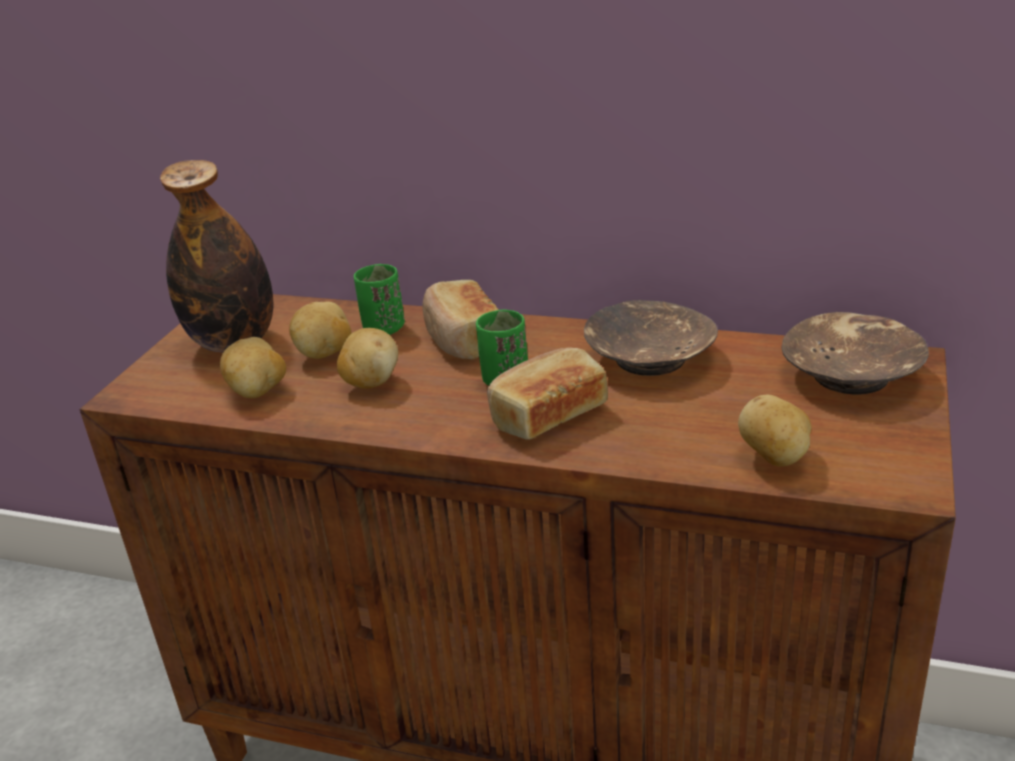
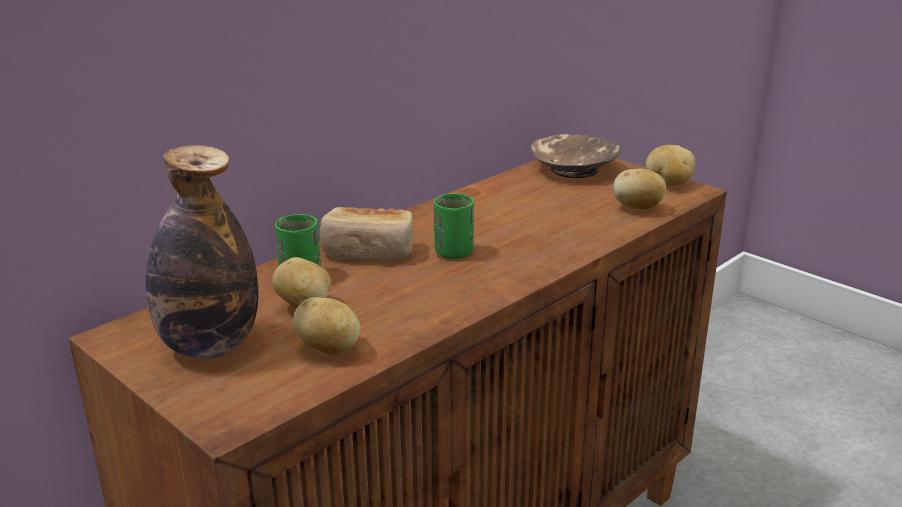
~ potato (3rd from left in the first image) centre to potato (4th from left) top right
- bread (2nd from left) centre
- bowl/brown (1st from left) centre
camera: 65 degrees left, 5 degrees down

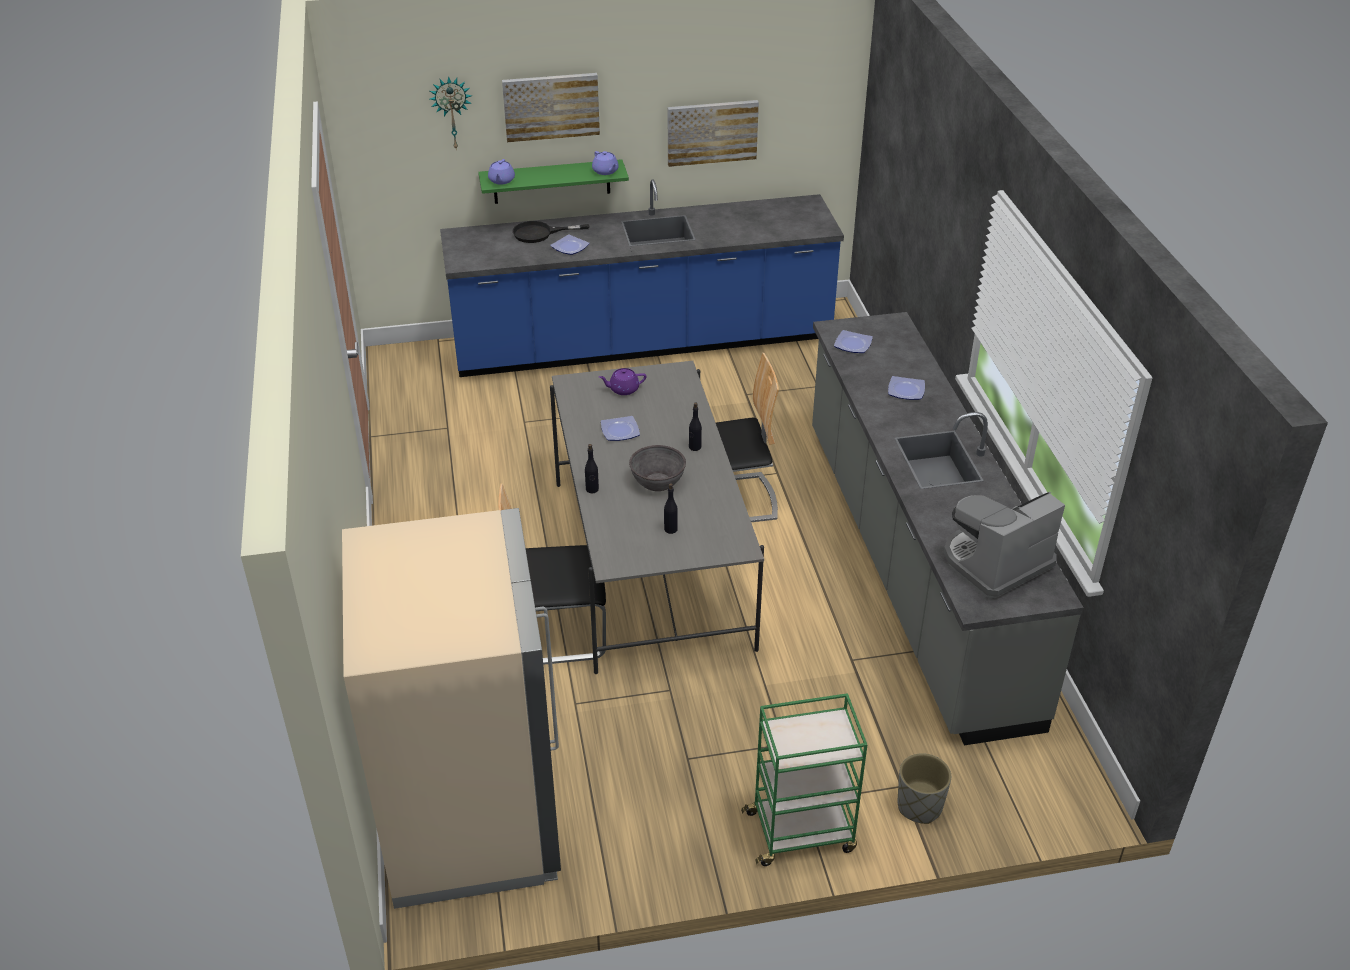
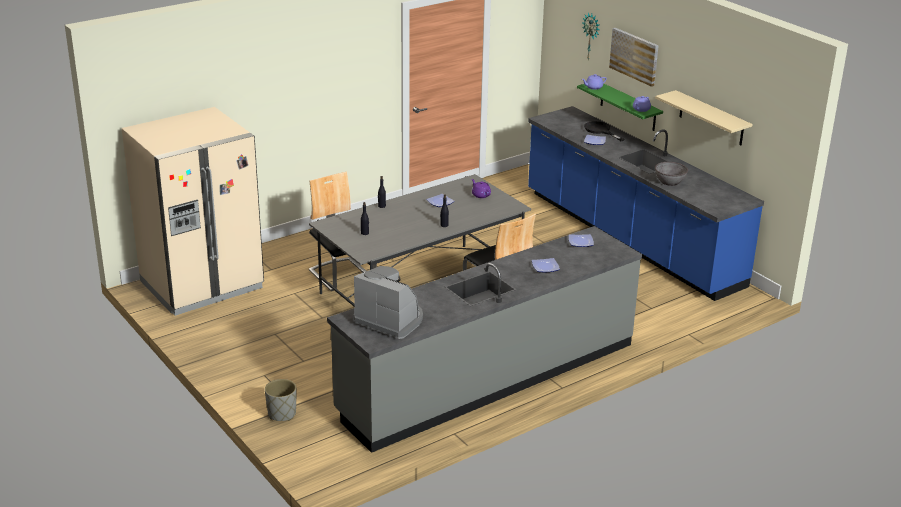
~ picture (2nd from left) top centre to shelf/beige top right
~ bowl/grey centre to middle right
- cart/green bottom centre
camera: 65 degrees right, 10 degrees down

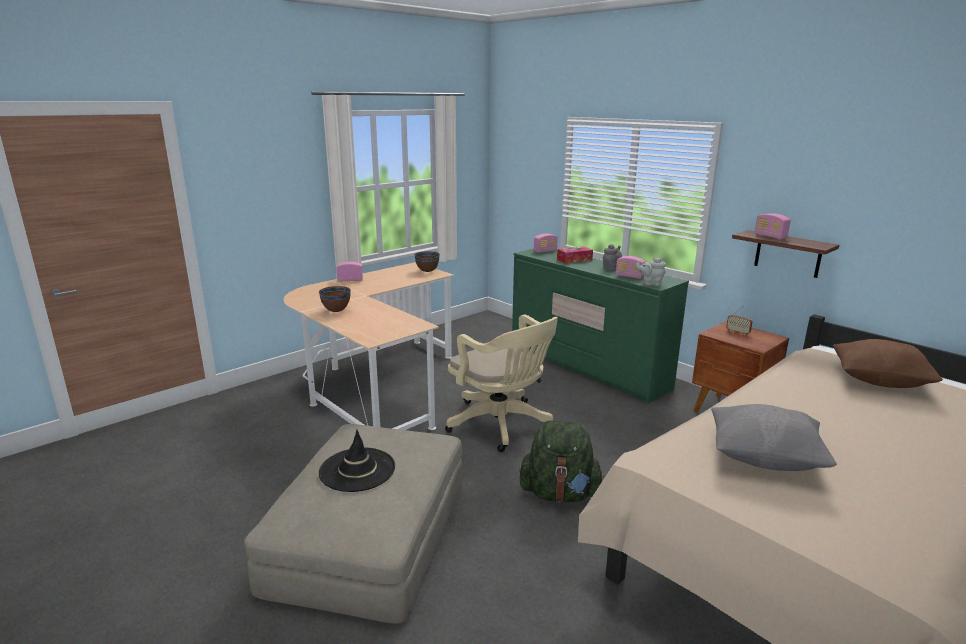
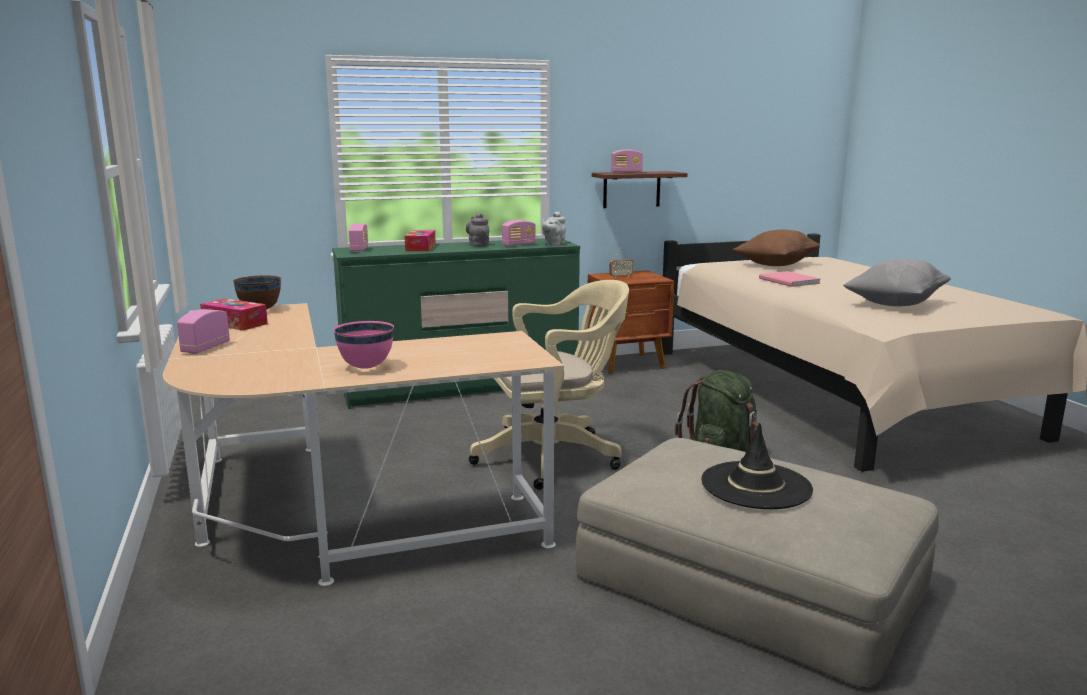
+ tissue box (1st from left) middle left
~ bowl/brown (1st from left) centre to bowl/pink centre
+ book/pink middle right
camera: 65 degrees left, 5 degrees down

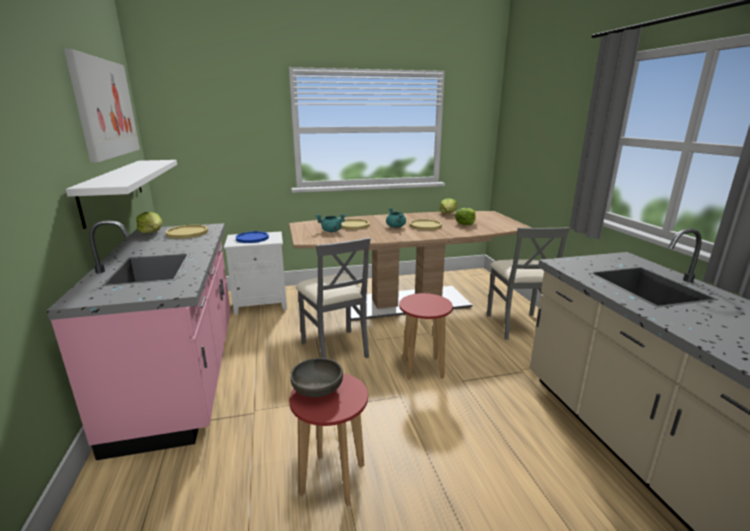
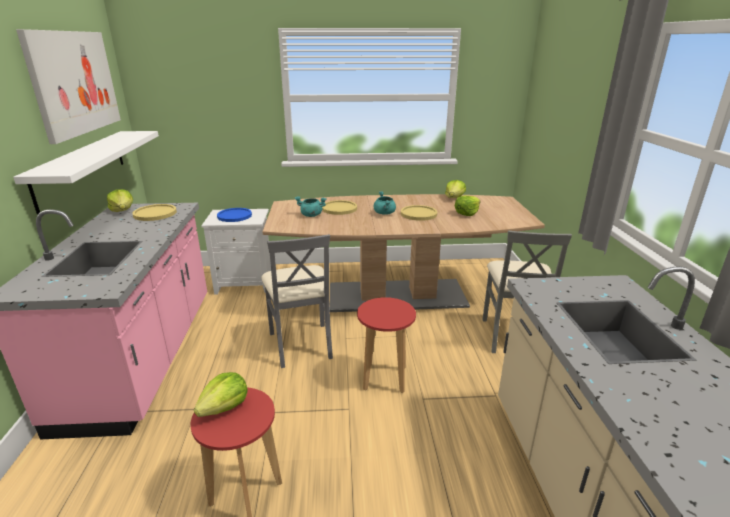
~ bowl/grey bottom centre to lettuce (2nd from left) bottom left
camera: 10 degrees right, 5 degrees up

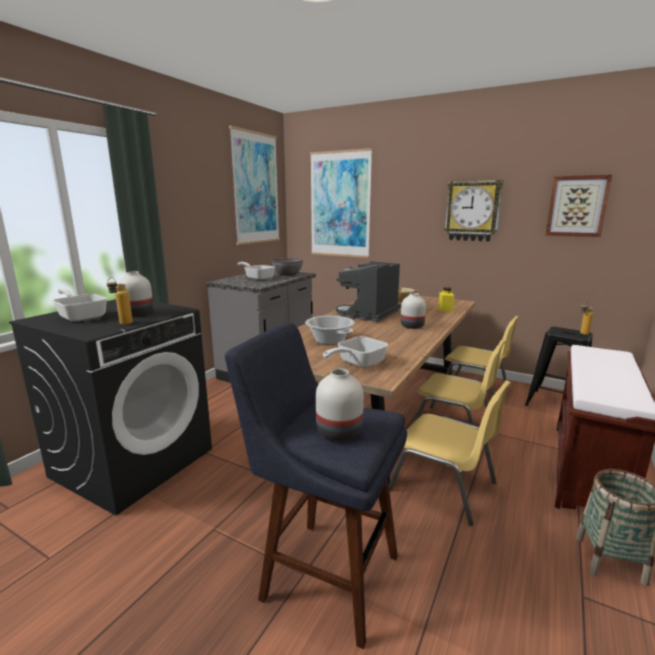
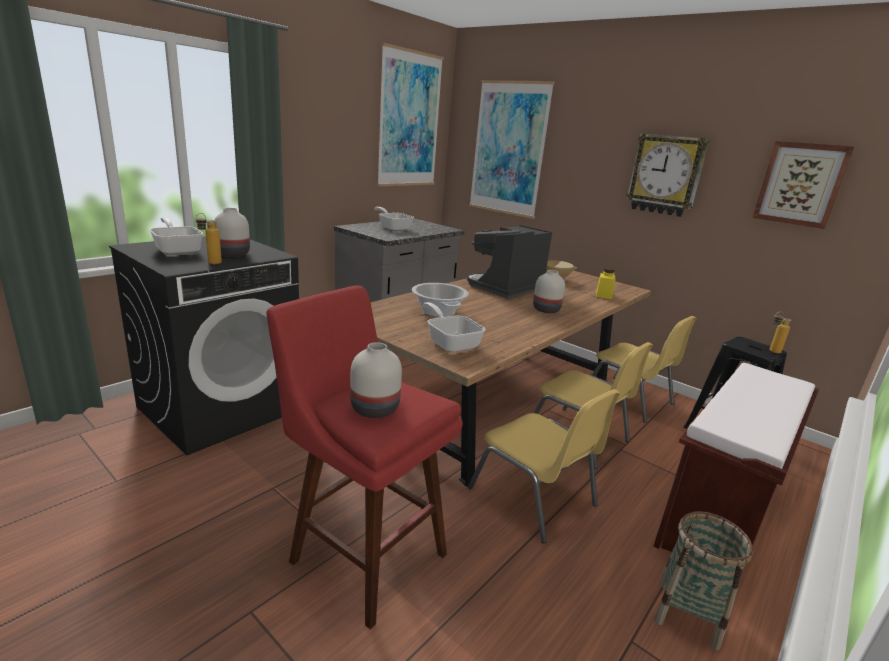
~ stool/blue bottom centre to stool/red bottom centre
~ frying pan (3rd from left) centre = centre 90 degrees clockwise
- bowl/grey centre
camera: 10 degrees right, 5 degrees up

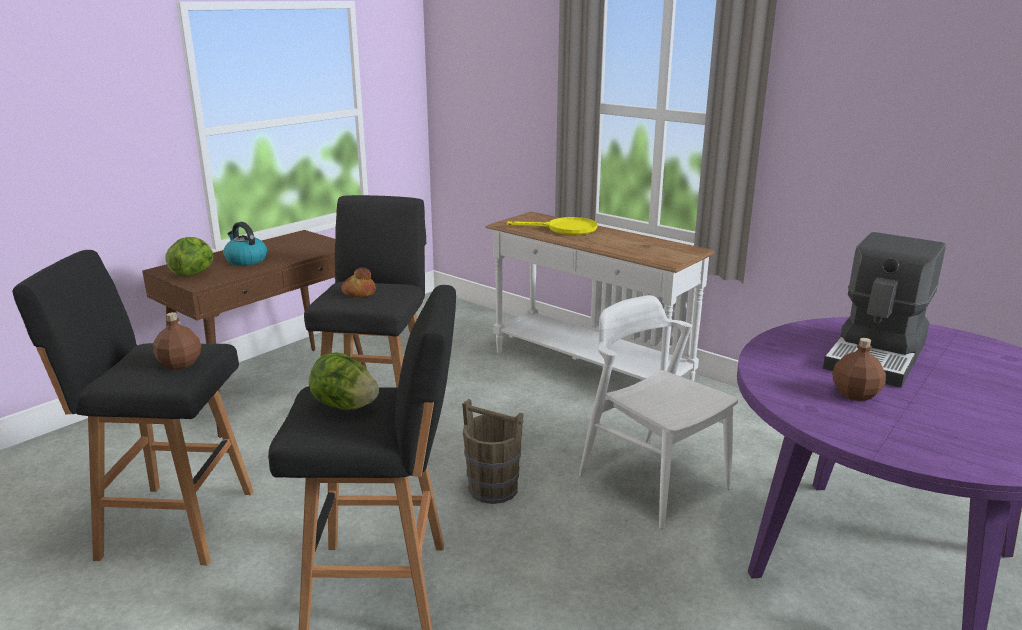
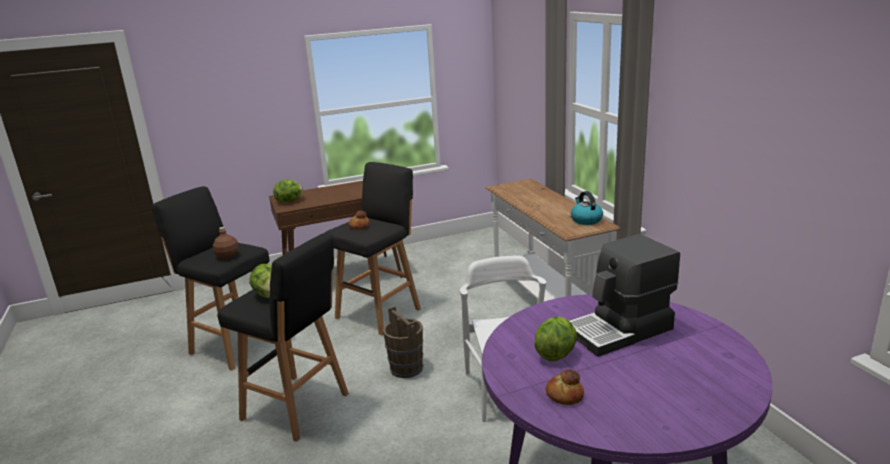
~ bottle/brown (2nd from left) middle right to lettuce (3rd from left) bottom centre
+ bread (2nd from left) bottom centre
~ kettle middle left to centre
- frying pan/yellow centre
camera: 30 degrees right, 0 degrees up

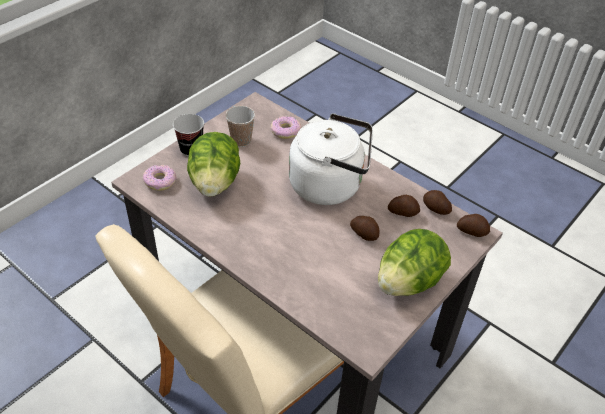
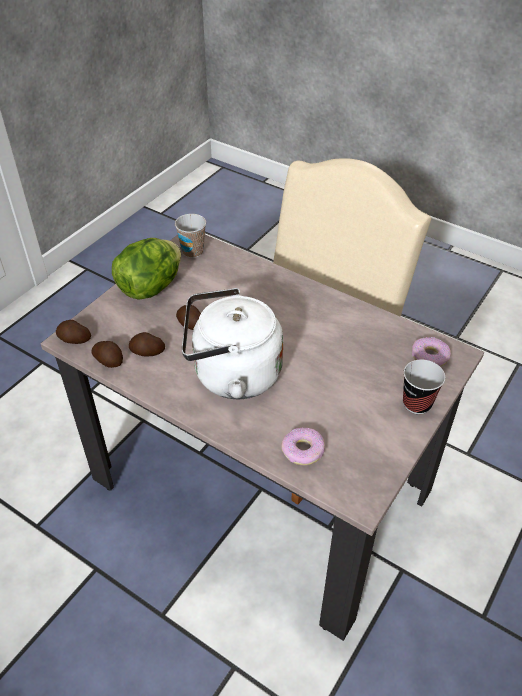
~ cup (2nd from left in the first image) top centre to cup (1st from left) centre
- lettuce (1st from left) centre
camera: 175 degrees right, 0 degrees up

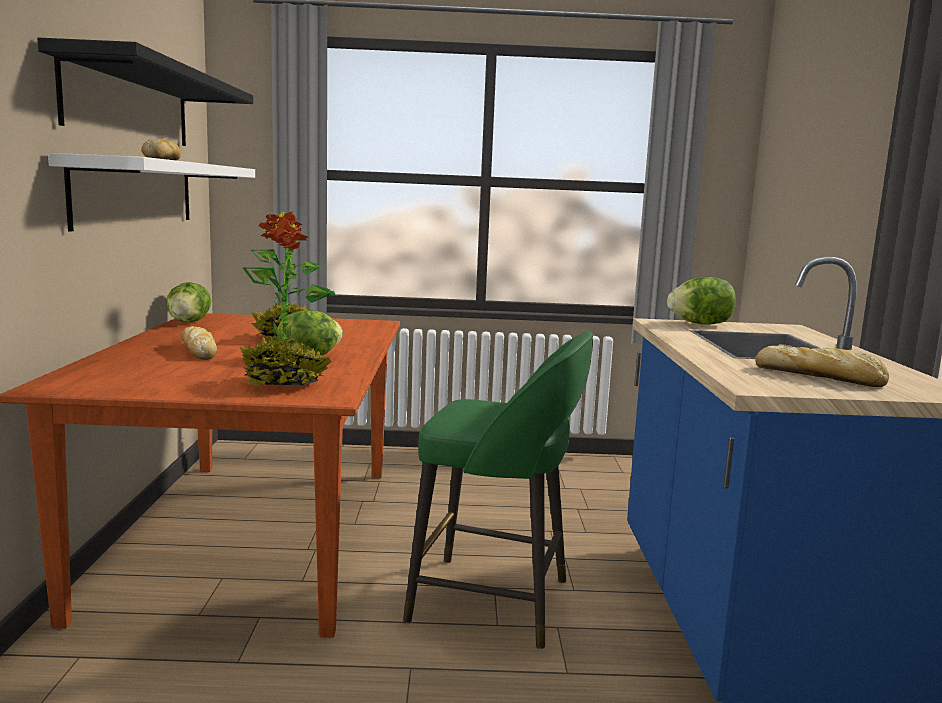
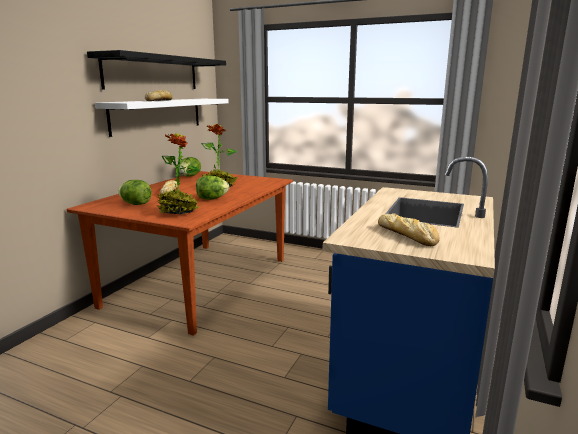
~ lettuce (3rd from left in the first image) middle right to lettuce (1st from left) middle left
- stool/green bottom centre
camera: 25 degrees right, 5 degrees up

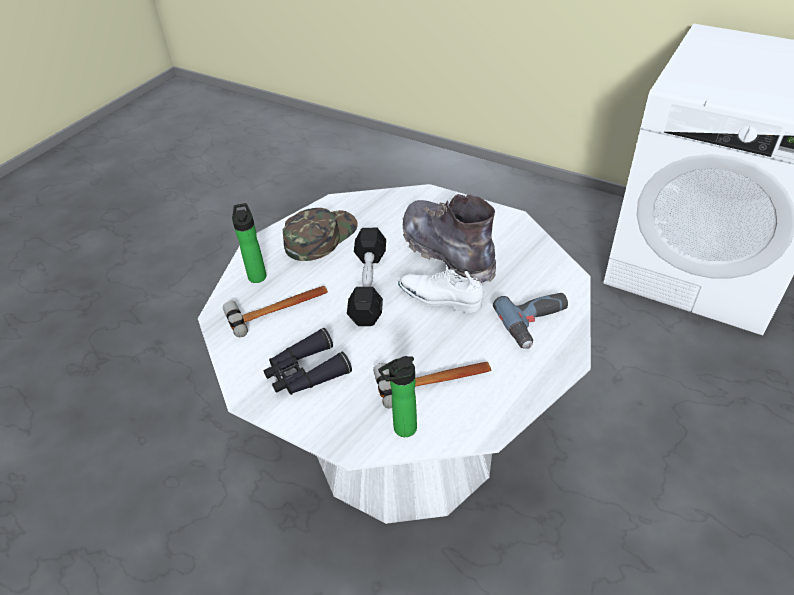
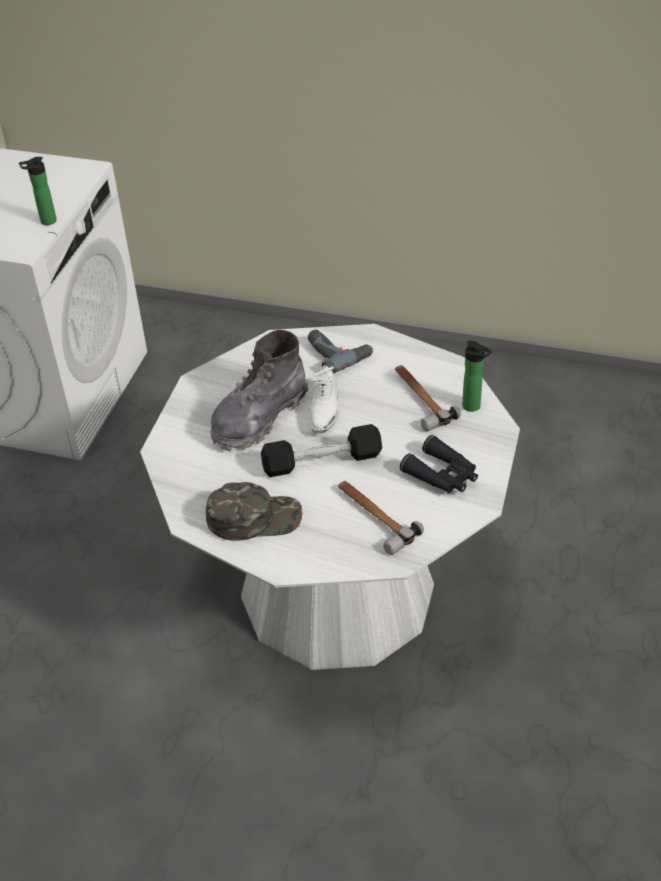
~ bottle (1st from left) middle left to top left
~ cap/green centre = centre 150 degrees clockwise
camera: 105 degrees left, 0 degrees up

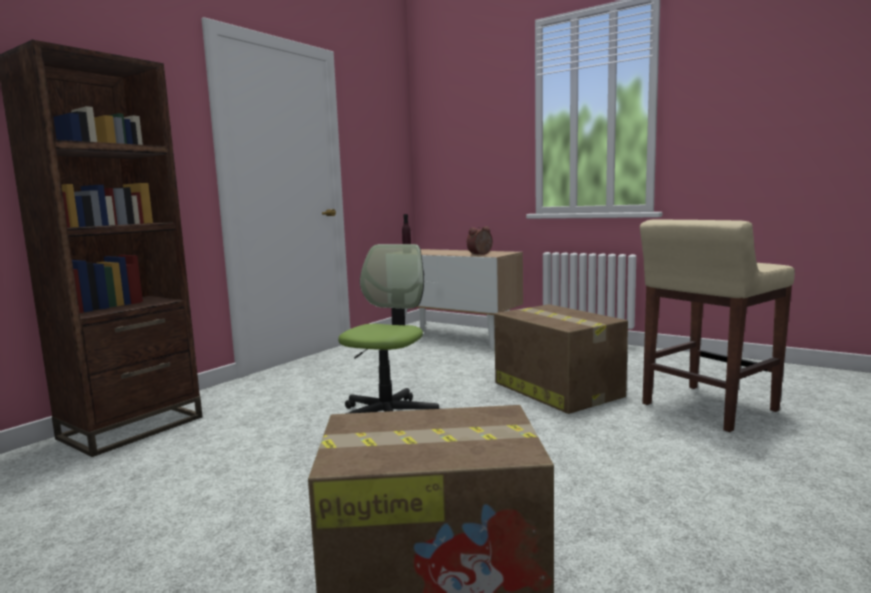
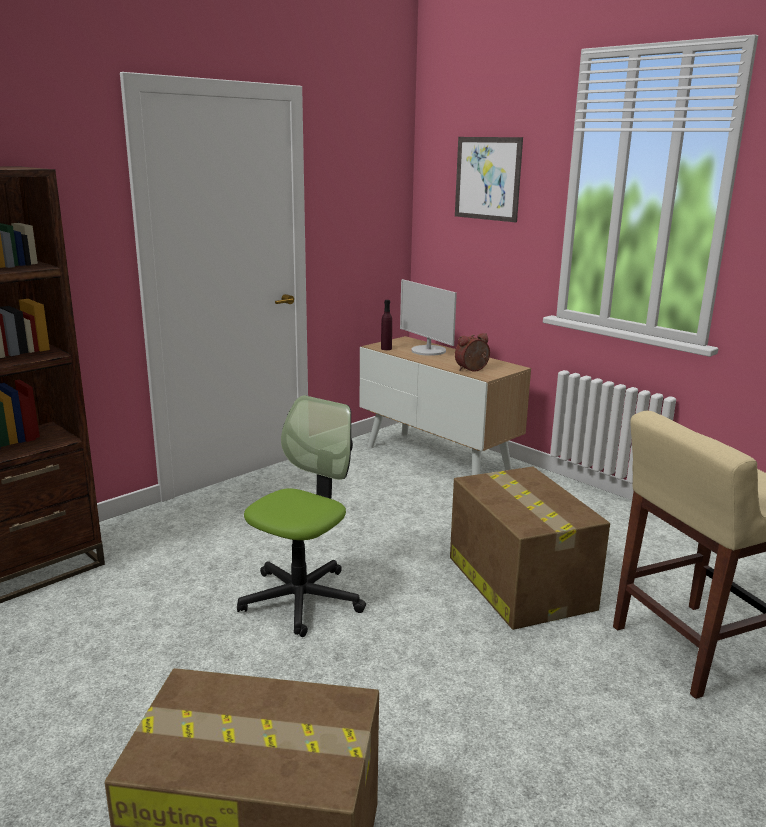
+ monitor centre
+ picture top centre
camera: 10 degrees right, 10 degrees up

